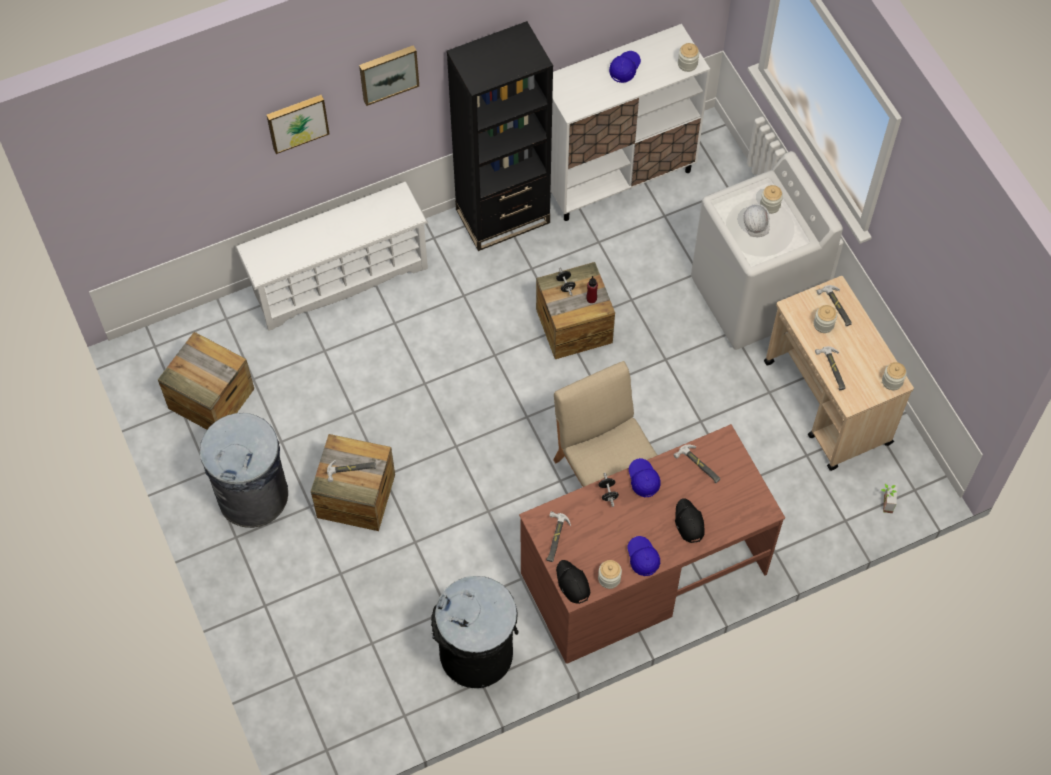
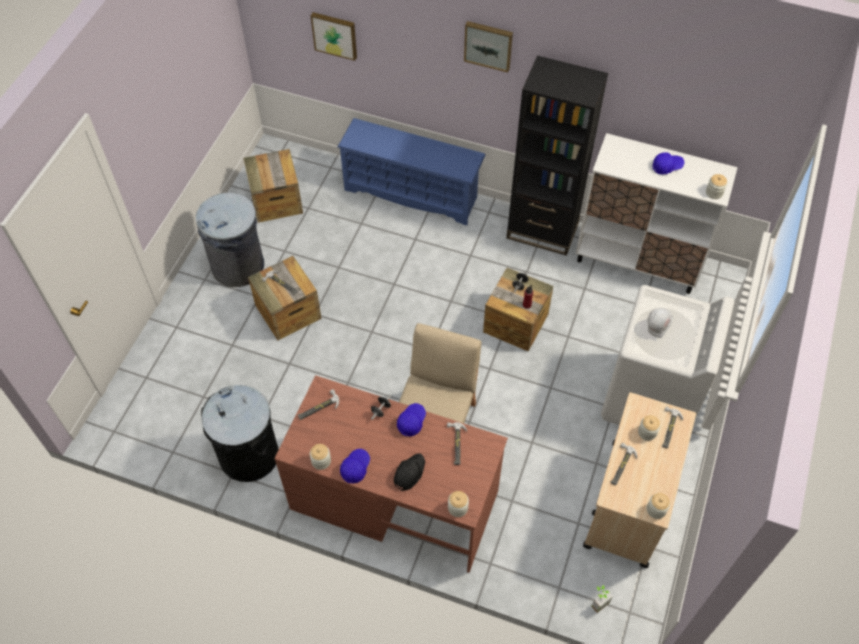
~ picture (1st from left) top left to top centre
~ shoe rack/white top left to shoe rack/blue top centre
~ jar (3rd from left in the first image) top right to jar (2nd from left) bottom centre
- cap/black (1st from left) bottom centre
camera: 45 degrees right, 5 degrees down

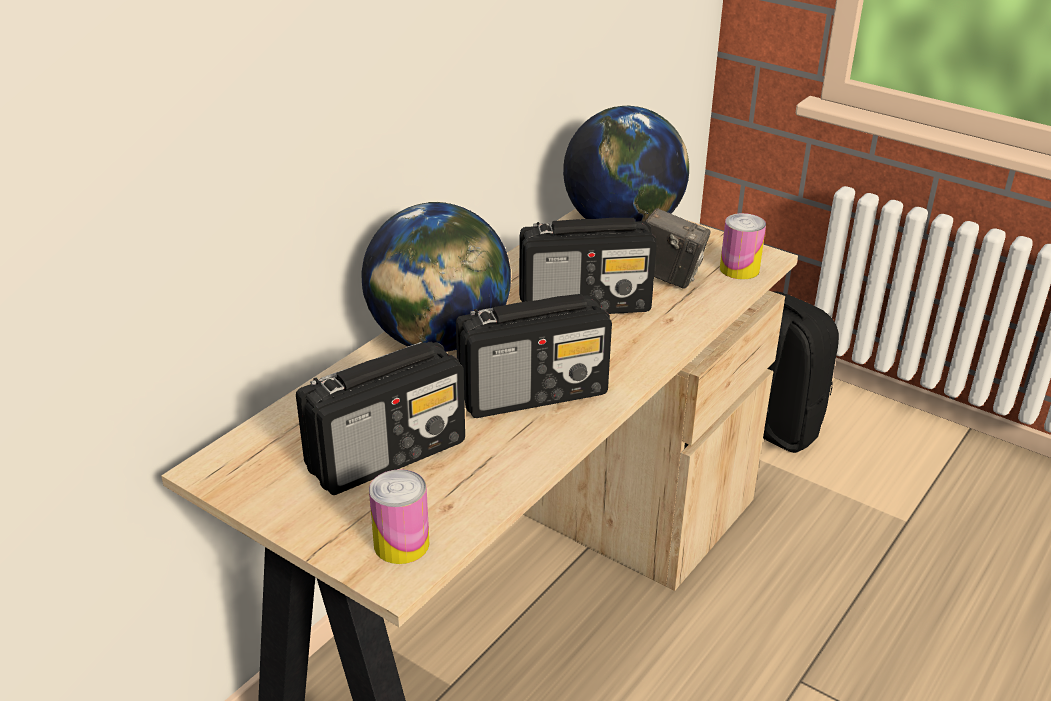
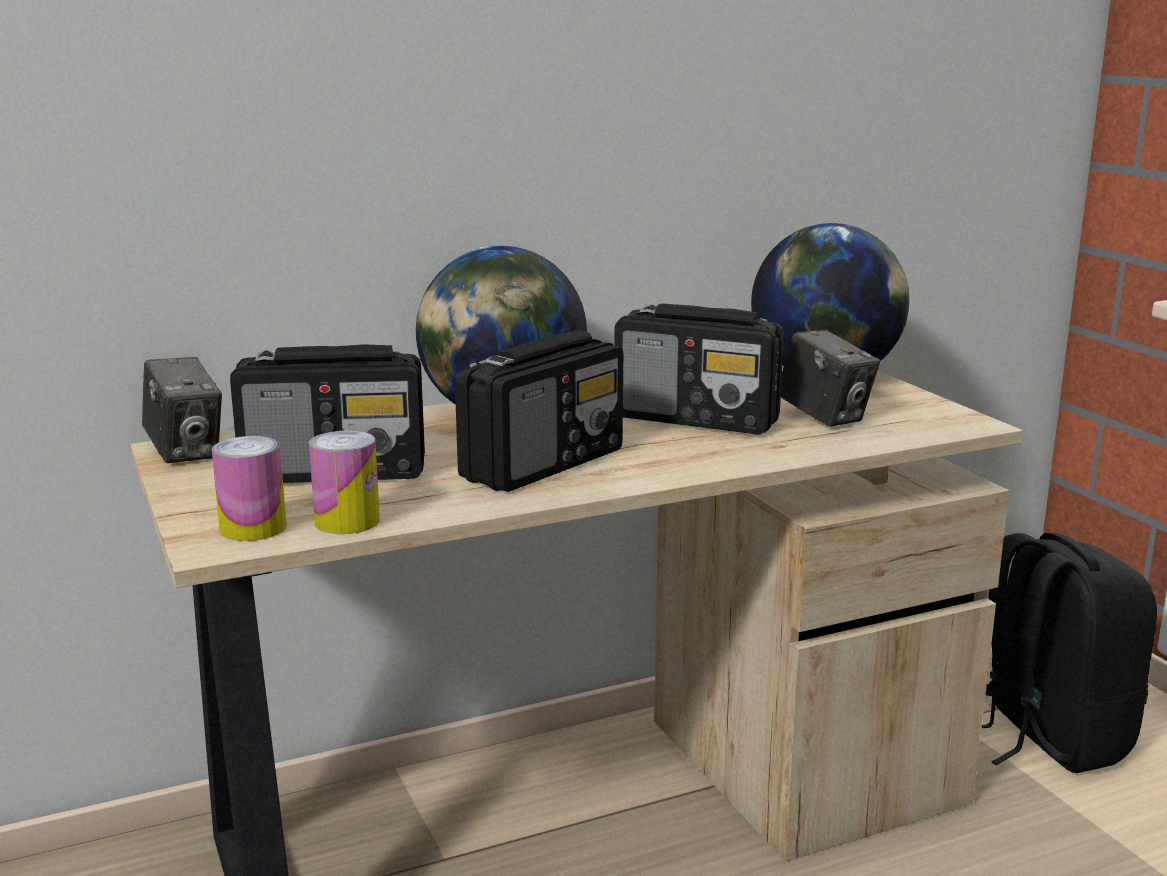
+ photo camera (1st from left) middle left
~ can (2nd from left) middle right to middle left
~ radio (2nd from left) centre = centre 60 degrees counterclockwise
camera: 30 degrees right, 15 degrees down

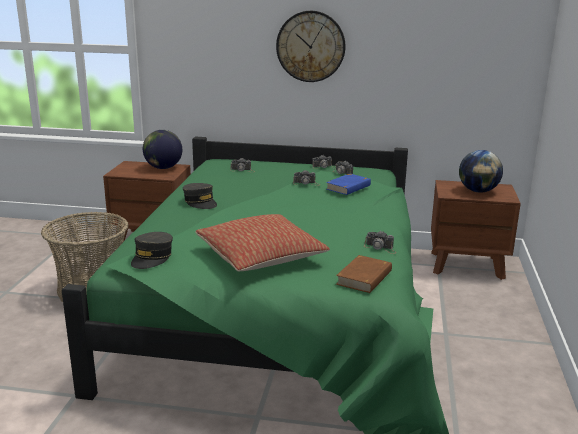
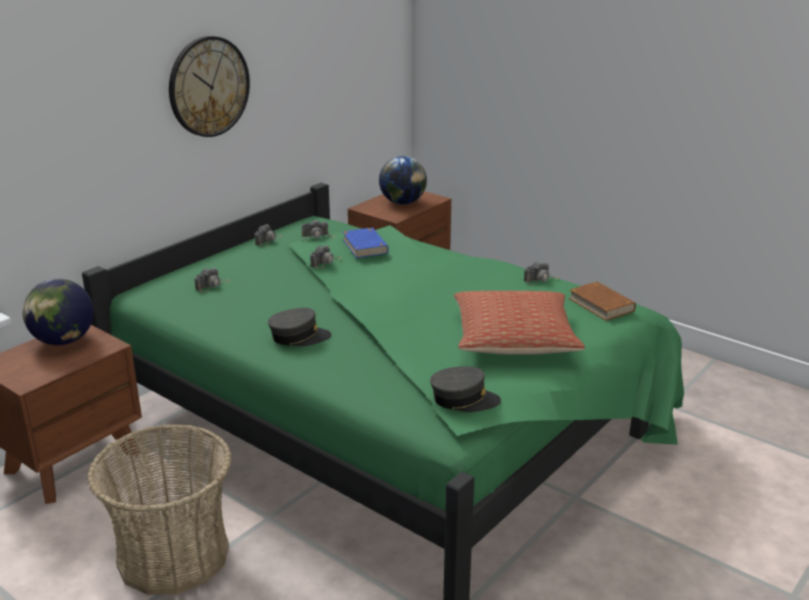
~ cap/grey (1st from left in the first image) middle left = centre 45 degrees counterclockwise
camera: 60 degrees left, 5 degrees up

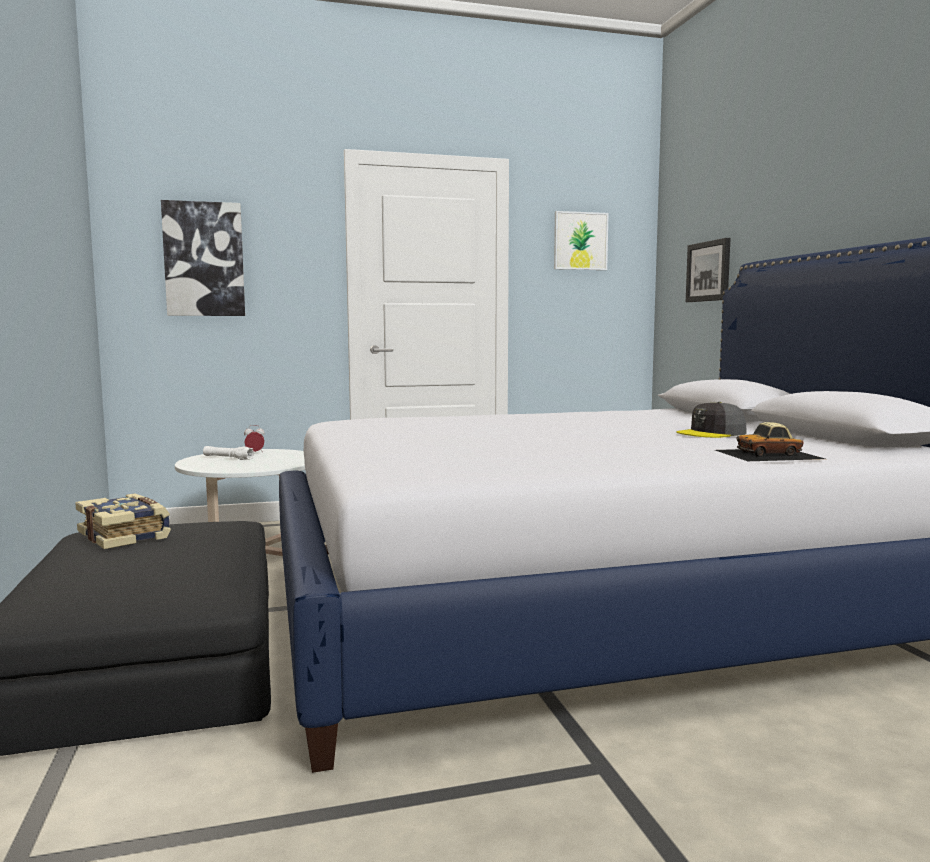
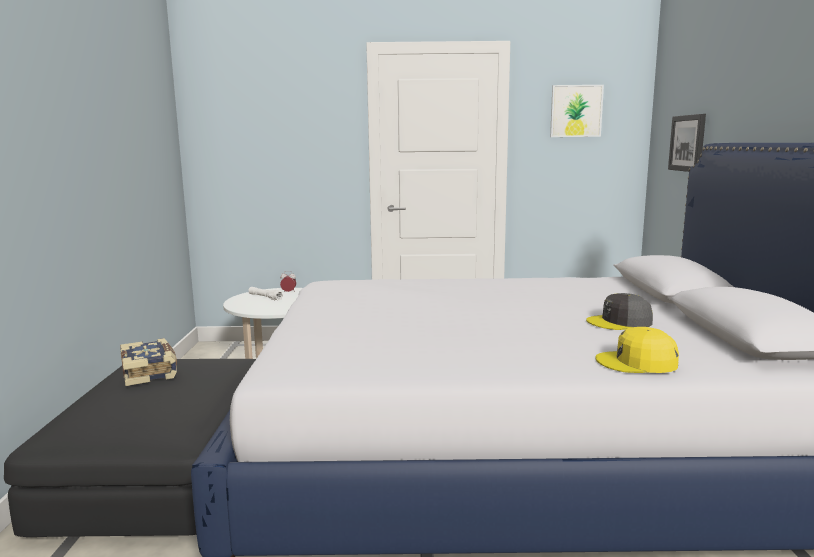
~ toy car middle right to cap/yellow middle right
- picture (1st from left) top left
camera: 15 degrees right, 5 degrees up

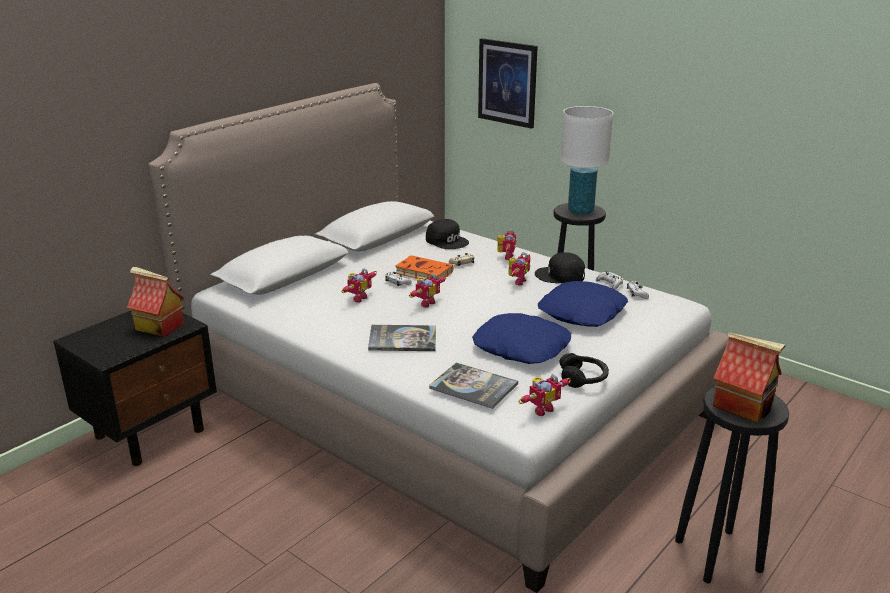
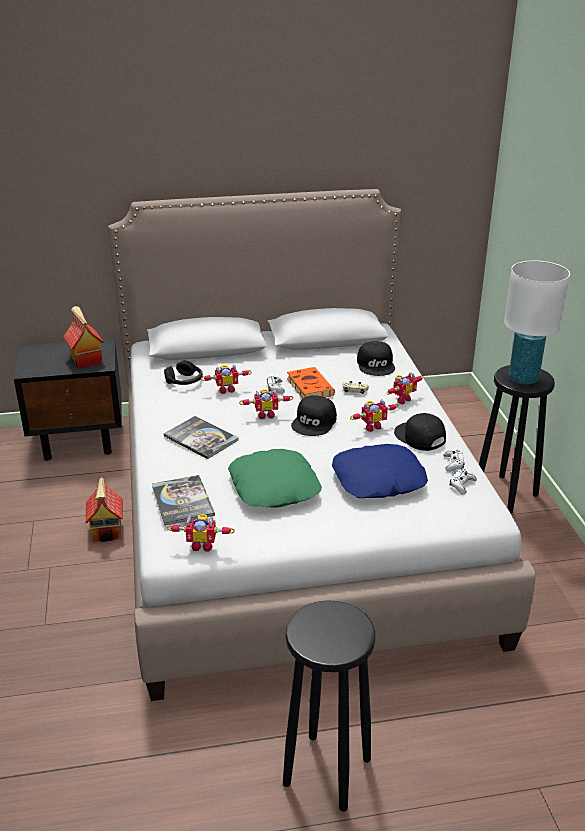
~ toy house (2nd from left) middle right to middle left
~ headphones/black centre to middle left
~ pillow/blue (1st from left) centre to pillow/green centre
+ cap/black (1st from left) centre
- picture top centre
camera: 40 degrees right, 5 degrees up

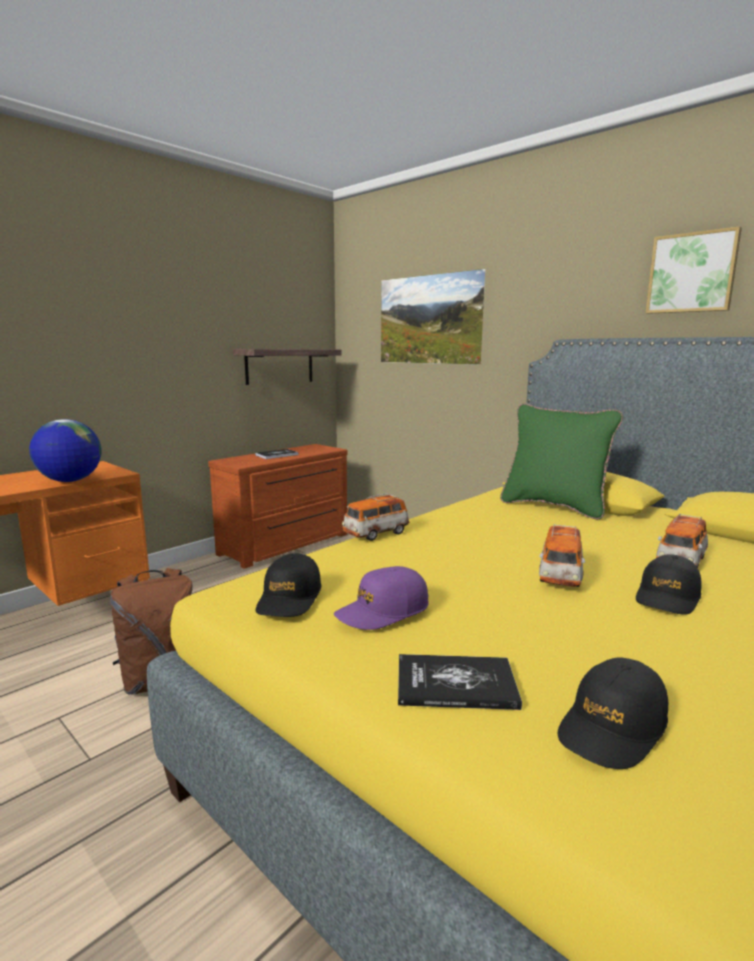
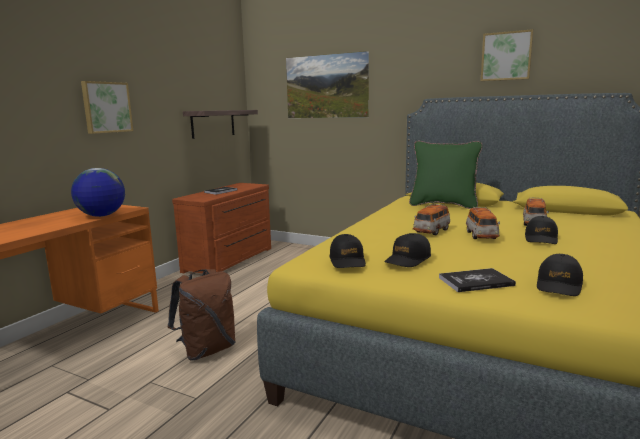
+ picture (1st from left) top left
~ cap/purple centre to cap/black (2nd from left) centre
~ toy car (1st from left) centre to middle right
camera: 15 degrees left, 0 degrees up

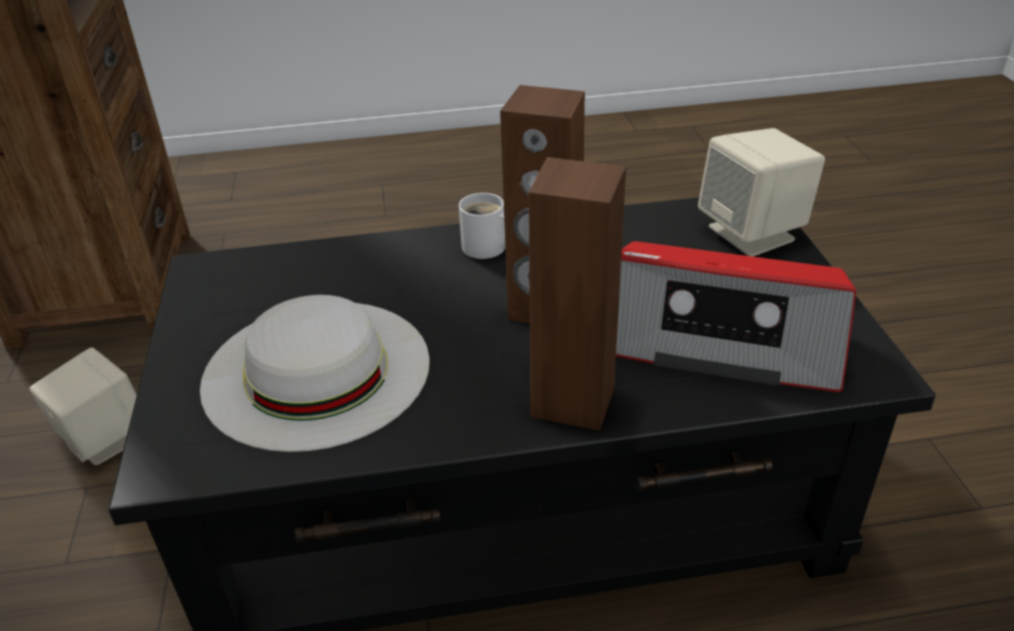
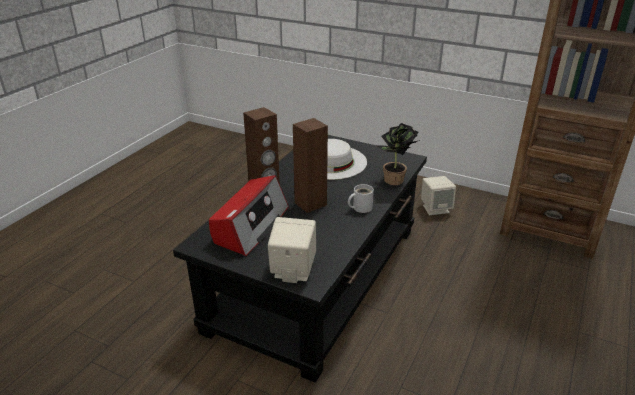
~ radio middle right = centre 150 degrees clockwise
+ potted plant centre
camera: 125 degrees right, 5 degrees down

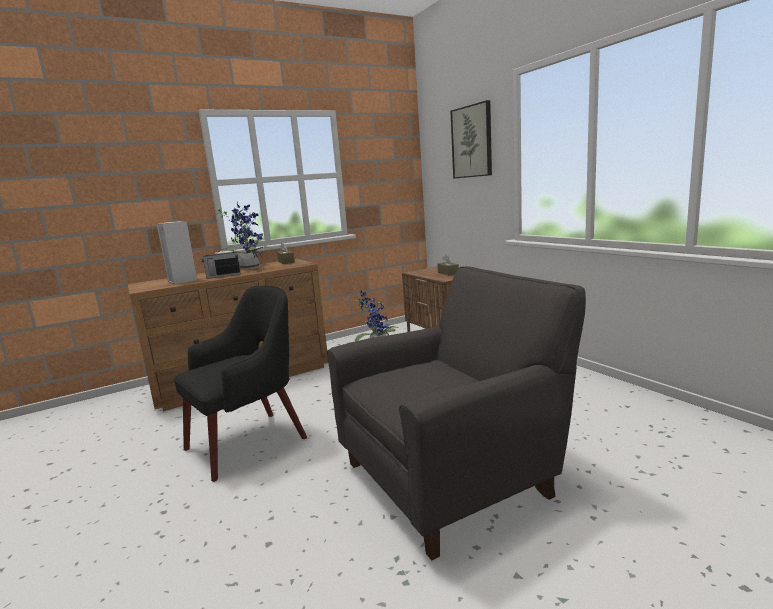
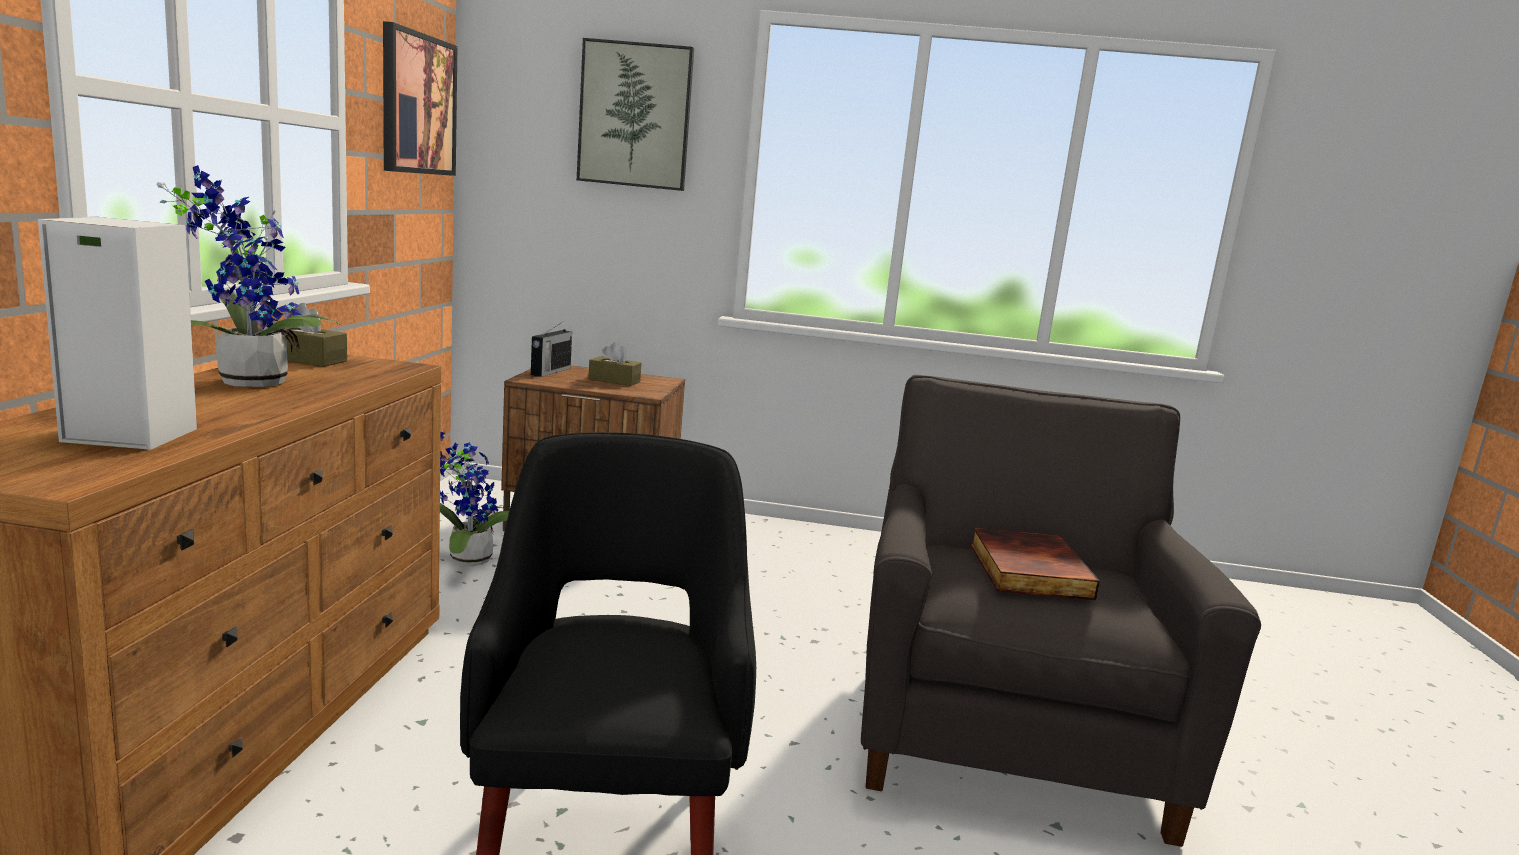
+ picture (1st from left) top left
~ radio middle left to centre
+ book middle right
camera: 55 degrees left, 0 degrees up

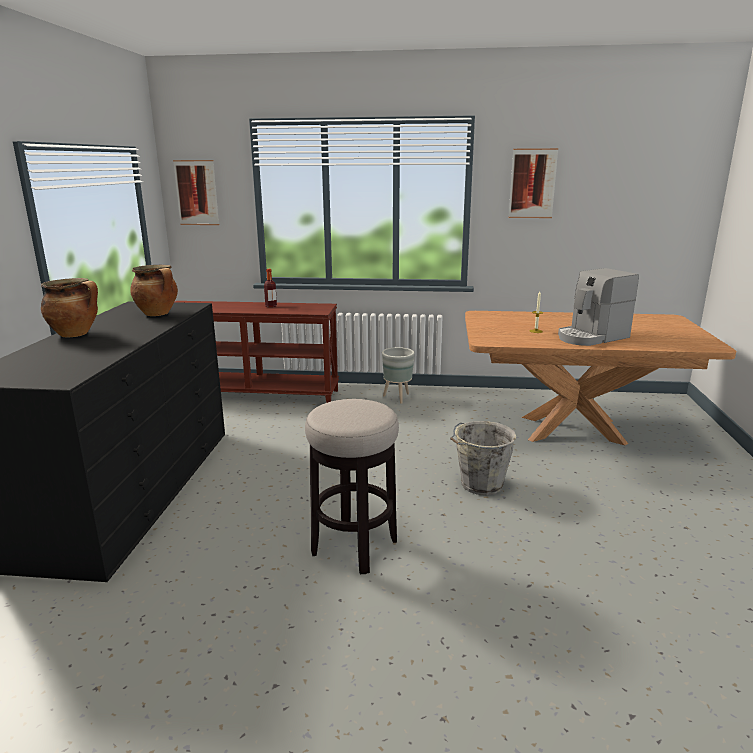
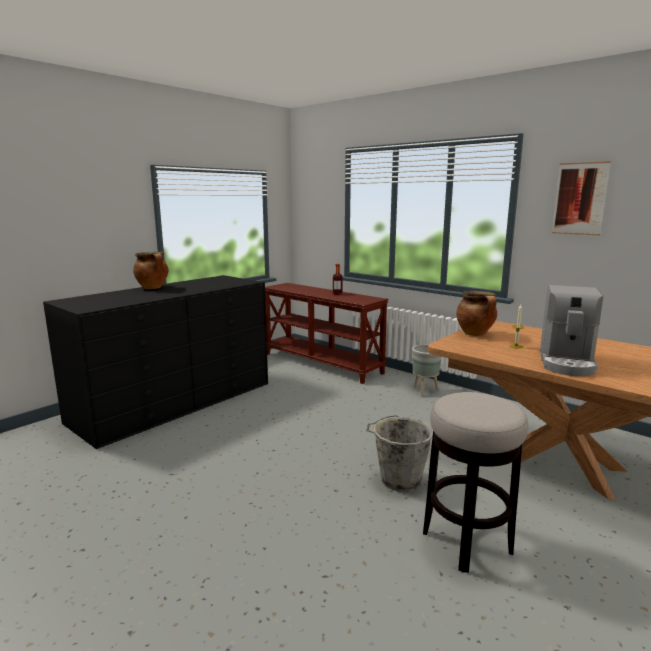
~ stool centre to bottom right
~ cooking pot (2nd from left) middle left to middle right
~ coffee machine middle right = middle right 75 degrees counterclockwise
- picture (1st from left) top left
camera: 35 degrees right, 5 degrees down

